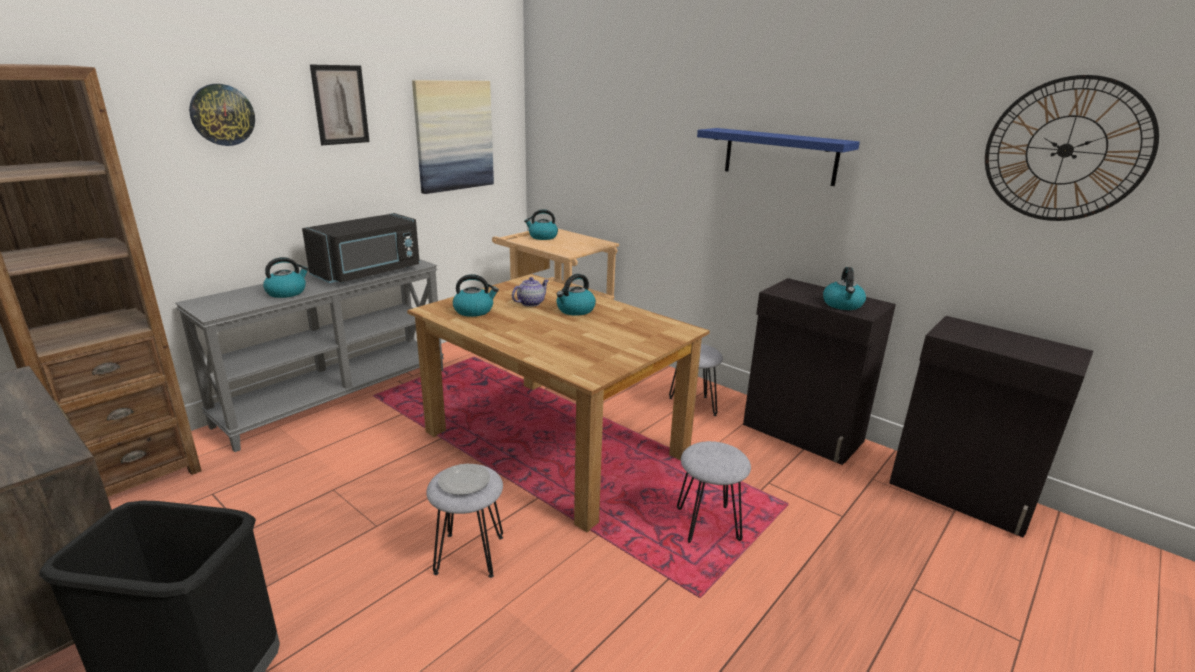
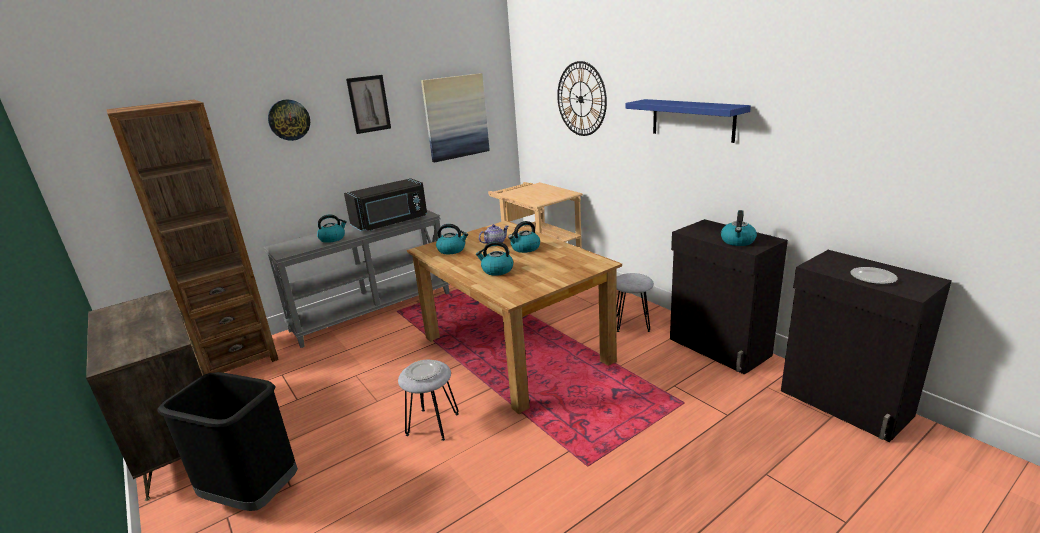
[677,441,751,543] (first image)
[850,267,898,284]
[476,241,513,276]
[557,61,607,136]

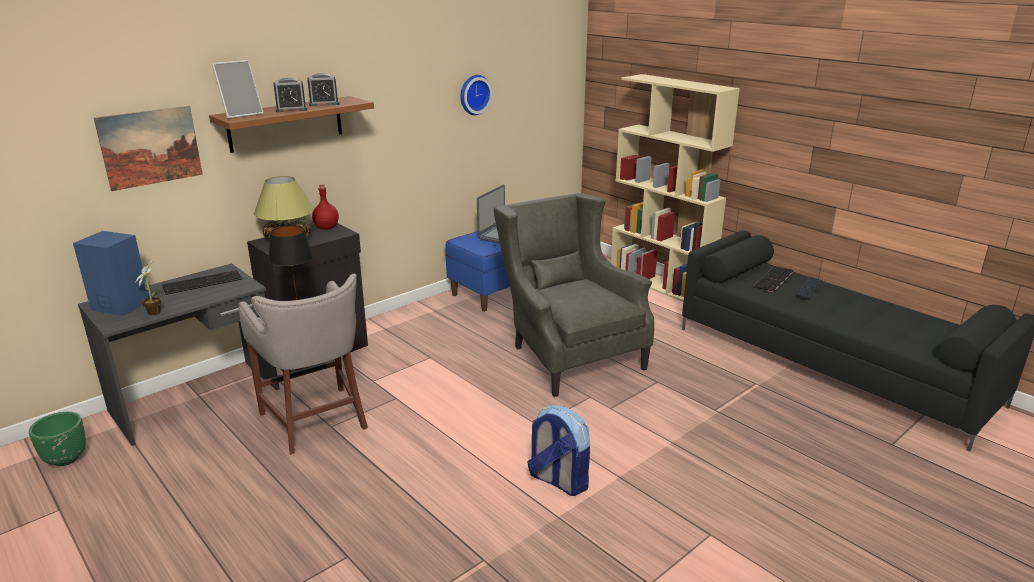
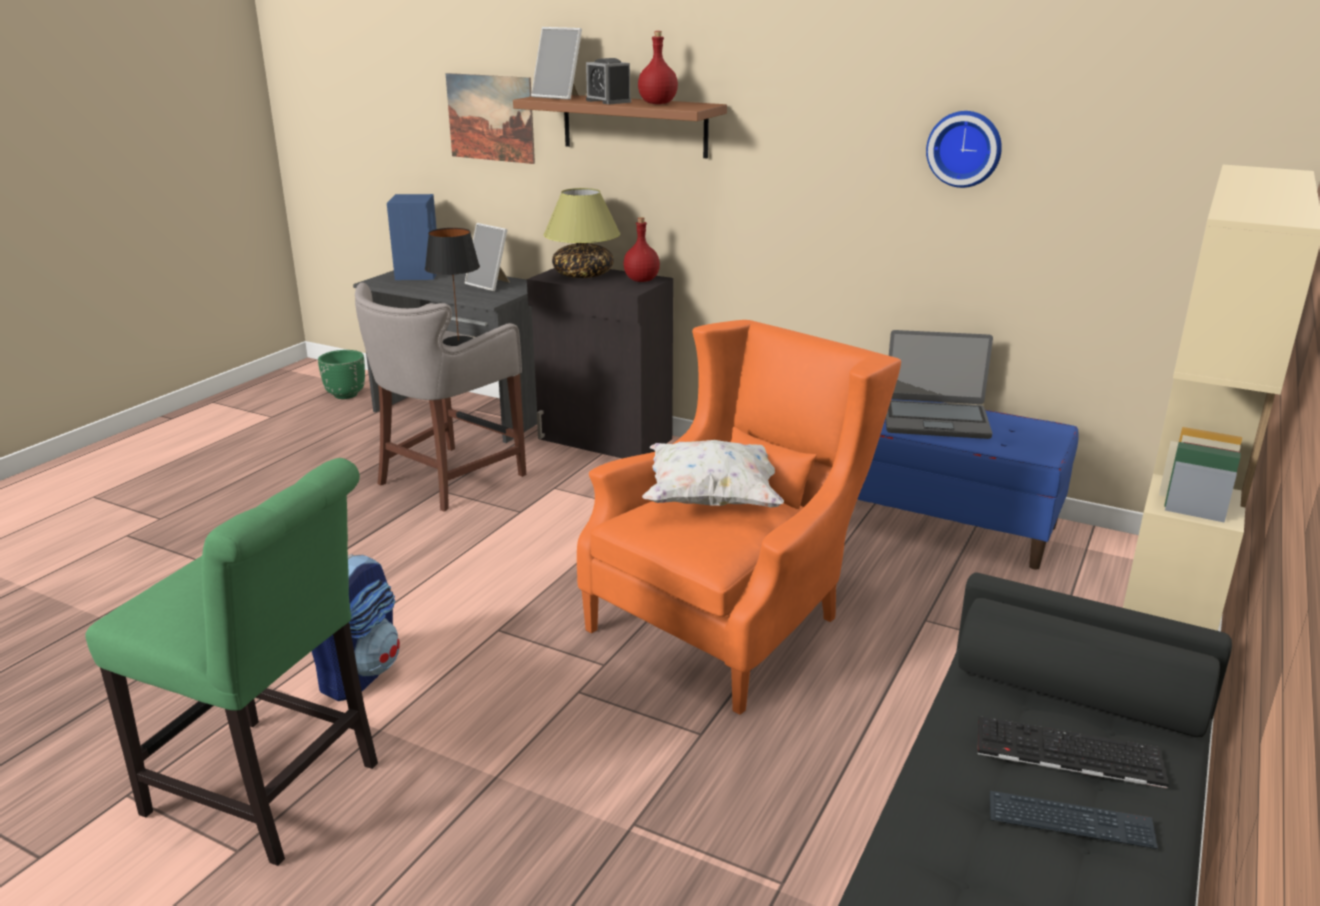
[135,259,161,316] (first image)
[85,458,378,866]
[642,440,784,508]
[465,223,510,291]
[638,31,678,104]
[577,320,901,715]

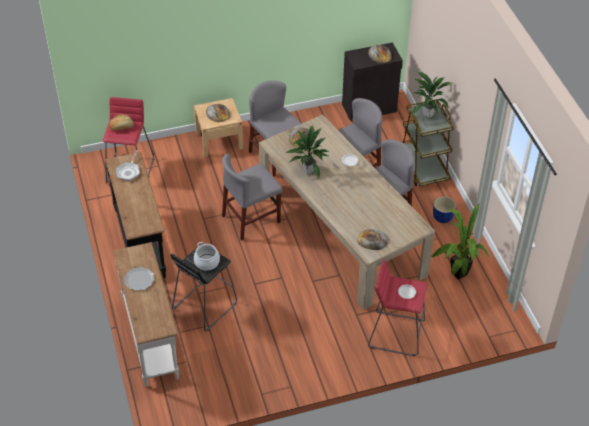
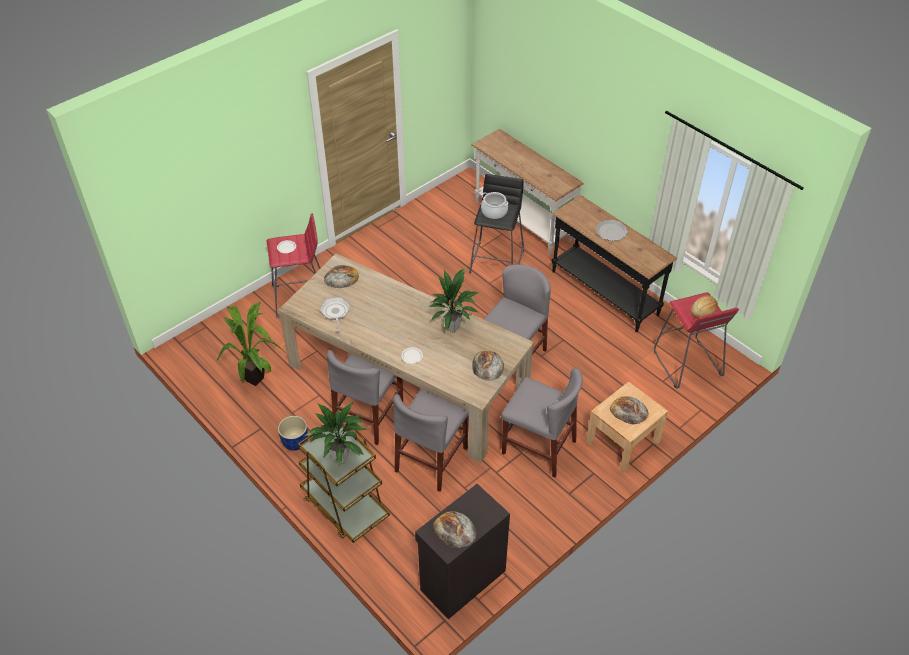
[320,297,351,332]
[596,220,628,241]

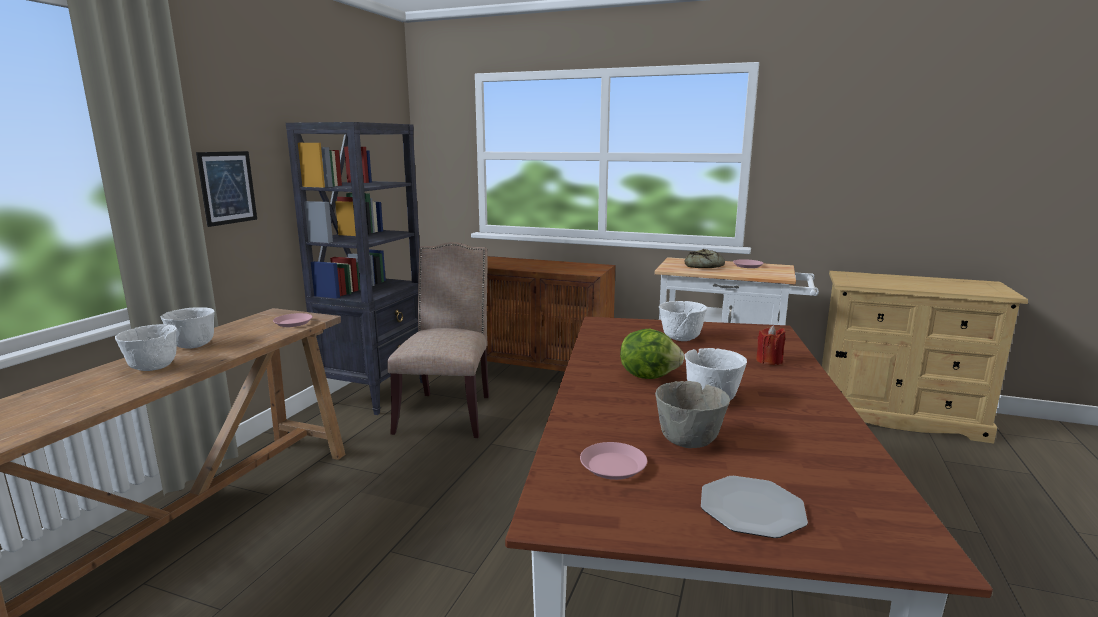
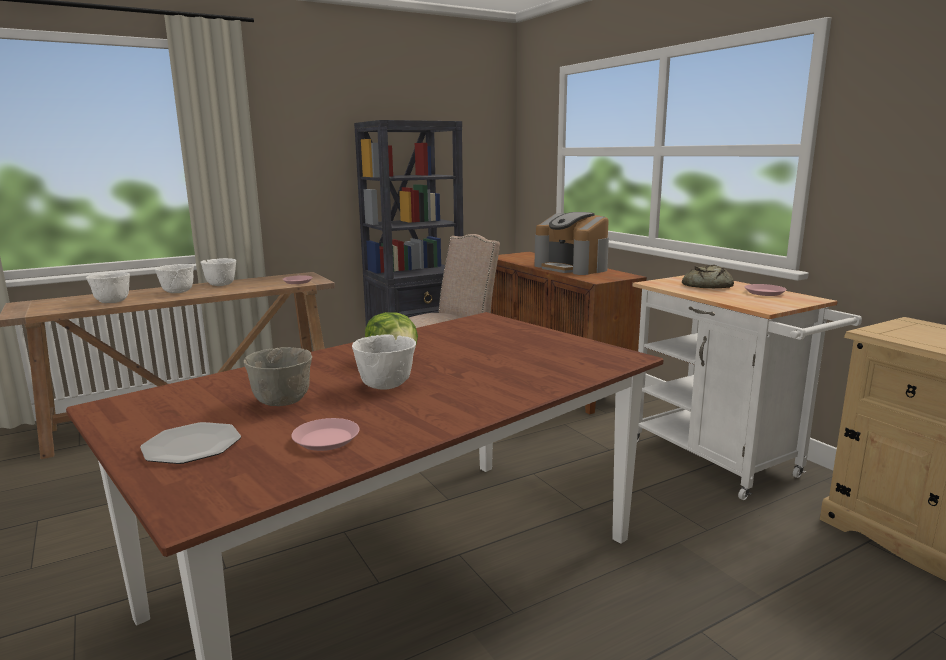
[196,151,257,227] (first image)
[756,325,785,365] (first image)
[535,212,609,275]
[291,418,360,451]
[86,272,130,303]

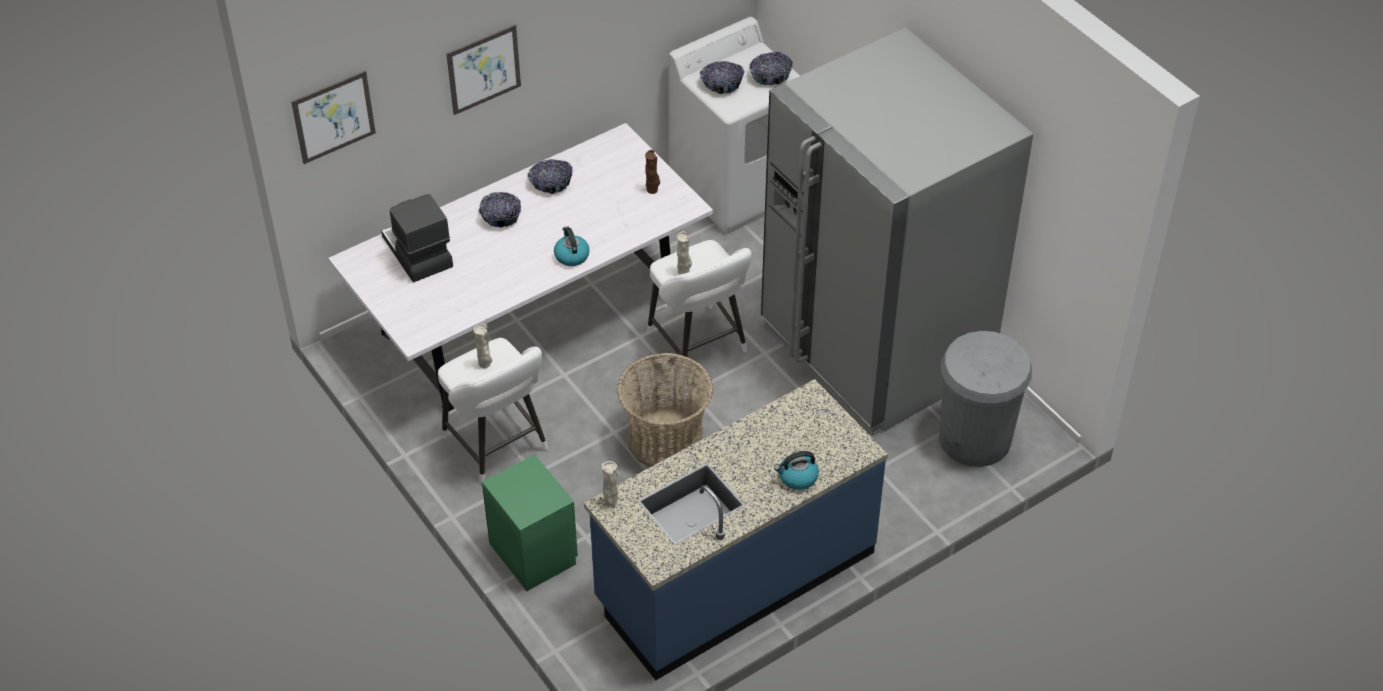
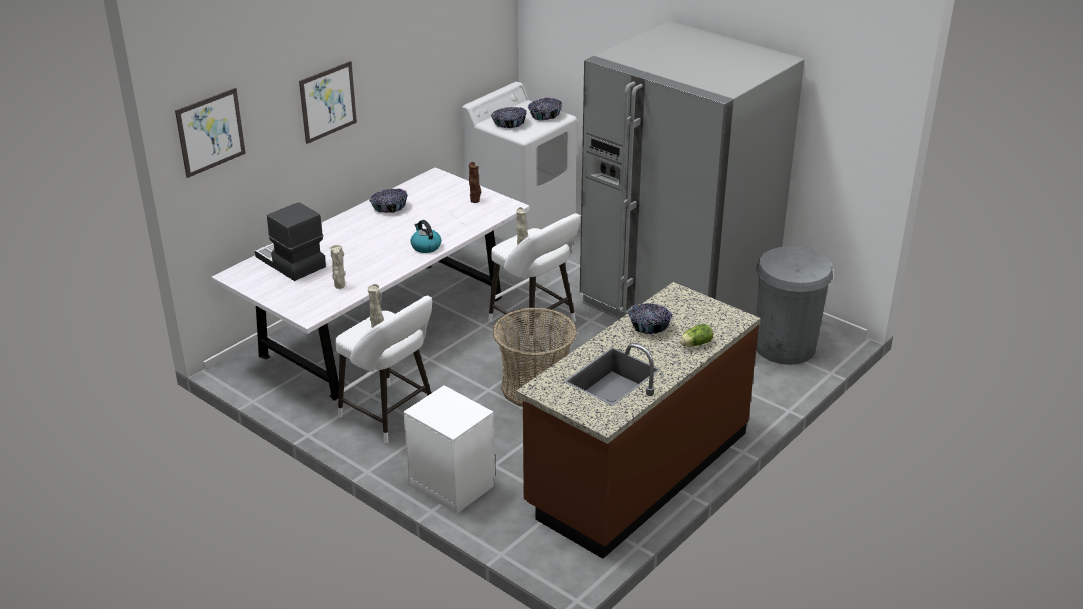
[627,303,673,334]
[330,245,345,289]
[679,324,713,347]
[404,385,495,514]
[516,282,761,559]

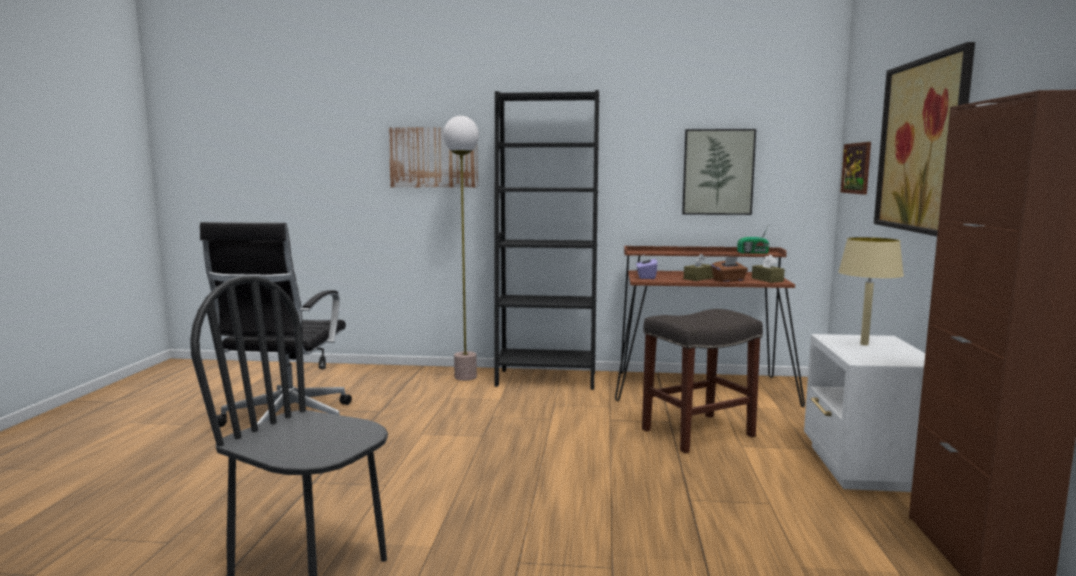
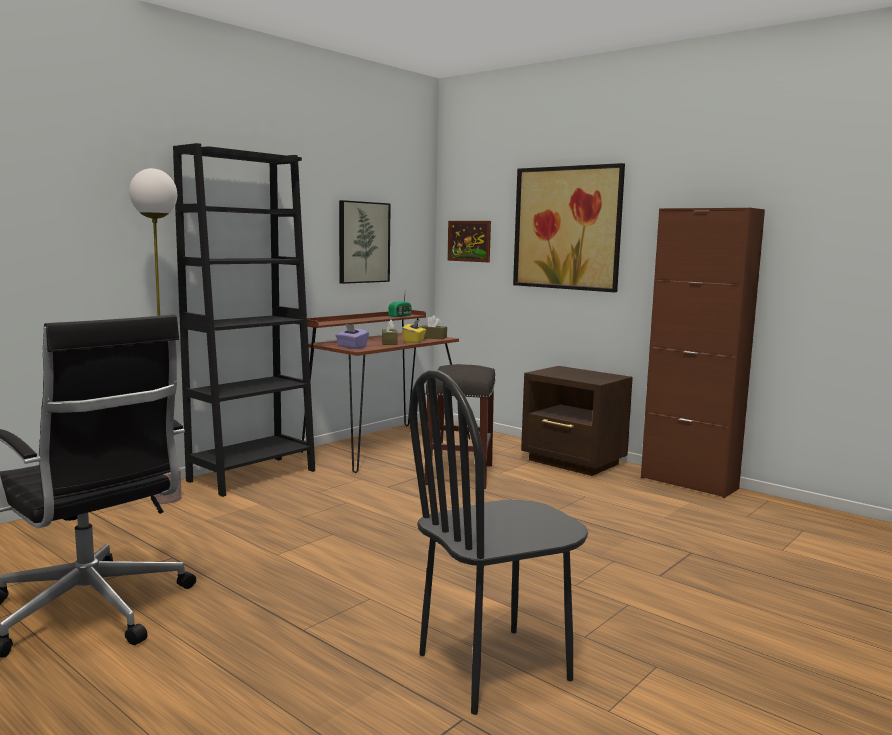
[388,127,478,188] (first image)
[838,237,904,345] (first image)
[402,319,426,343]
[521,366,633,476]

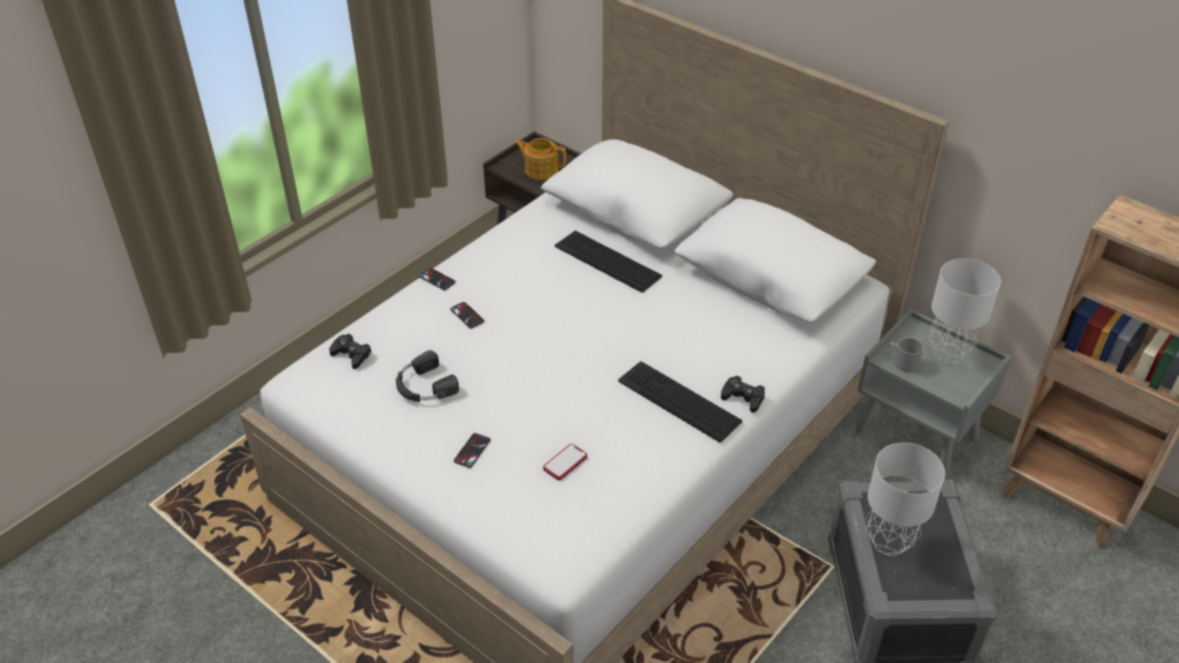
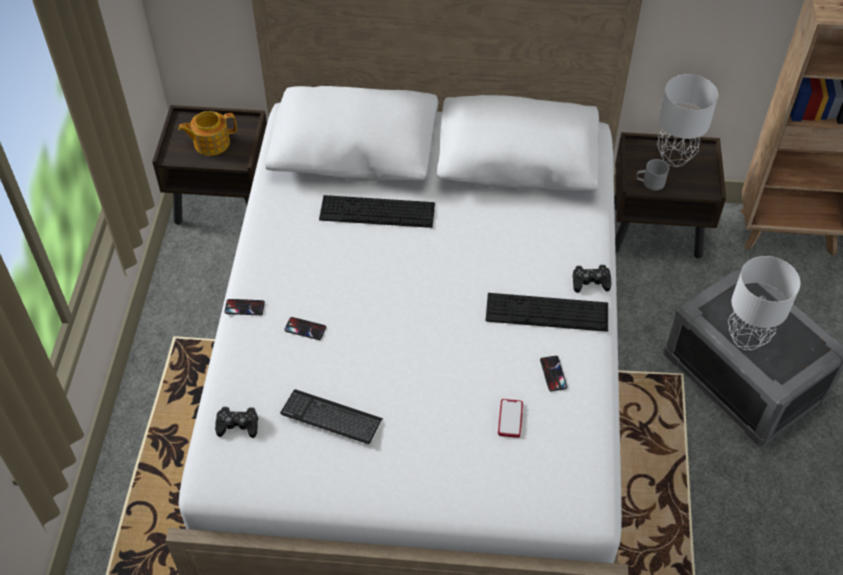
[540,356,567,391]
[280,389,383,444]
[614,132,726,259]

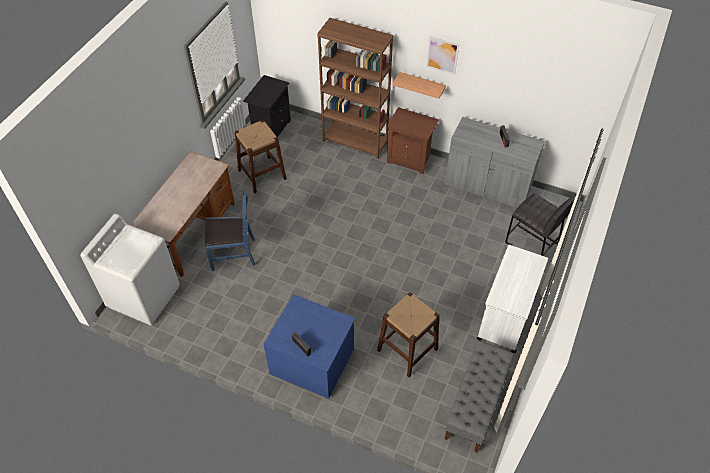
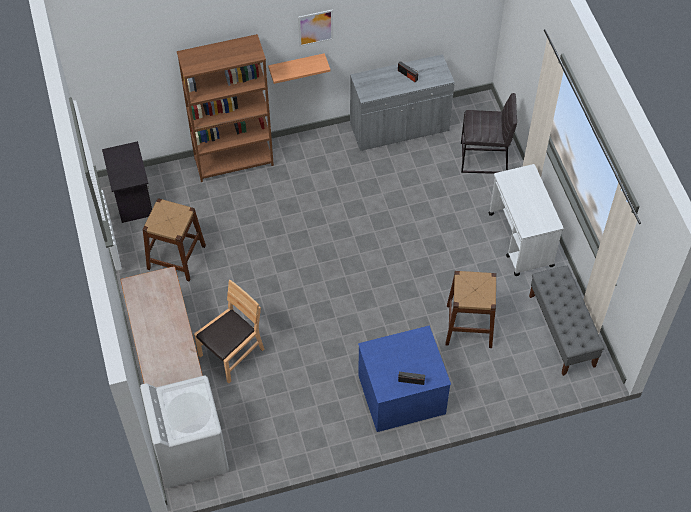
[387,107,439,174] (first image)
[194,280,264,383]

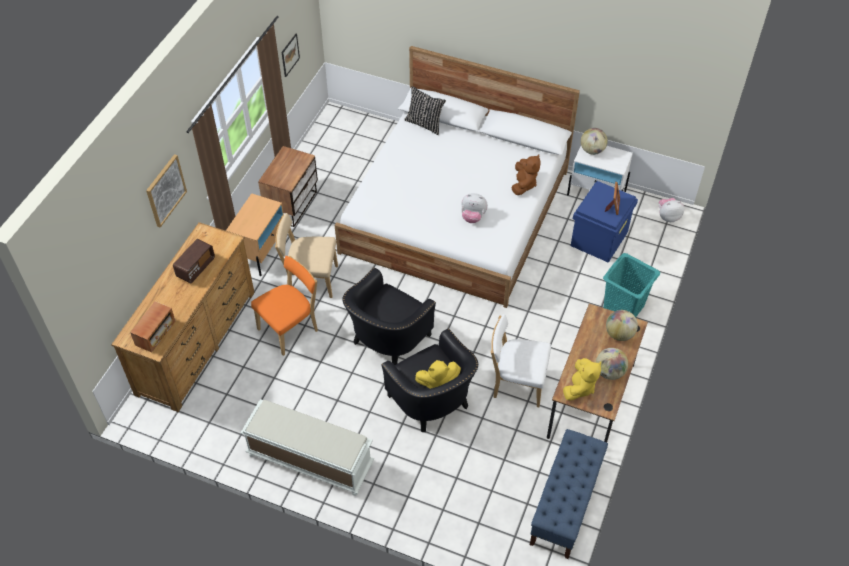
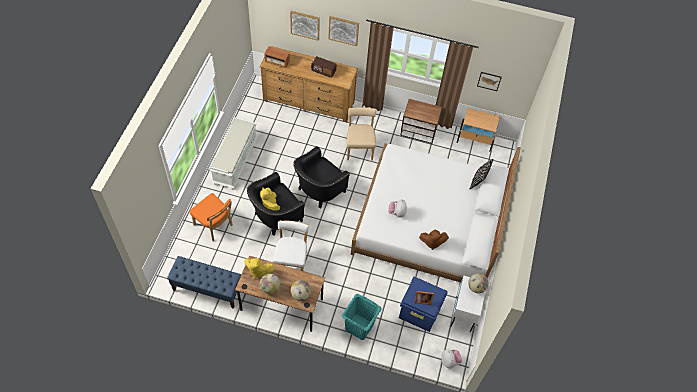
[290,11,320,41]
[457,108,500,151]
[189,193,233,241]
[293,146,350,208]

